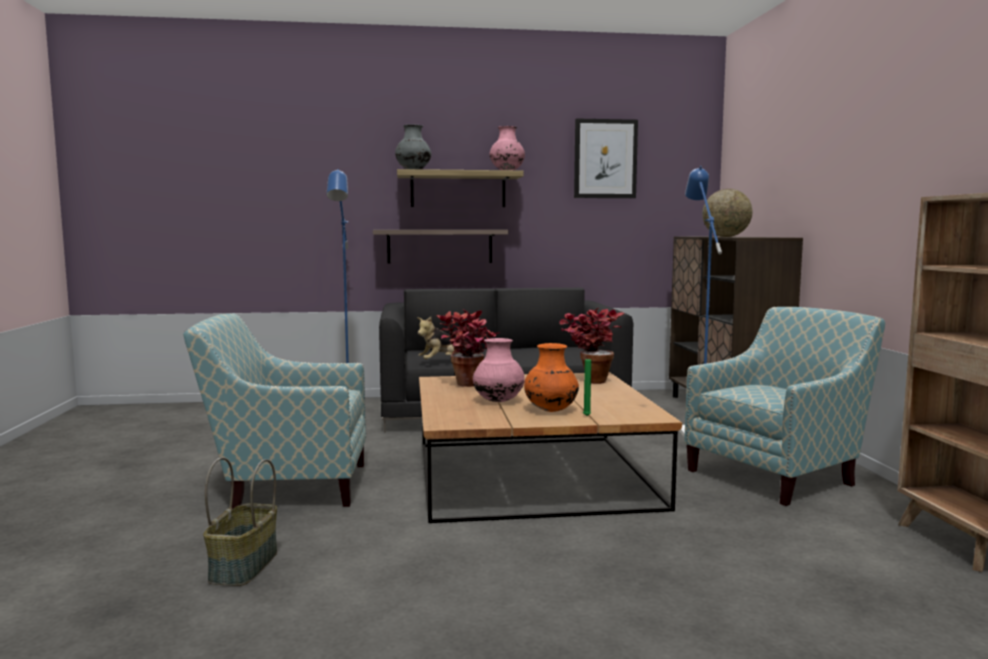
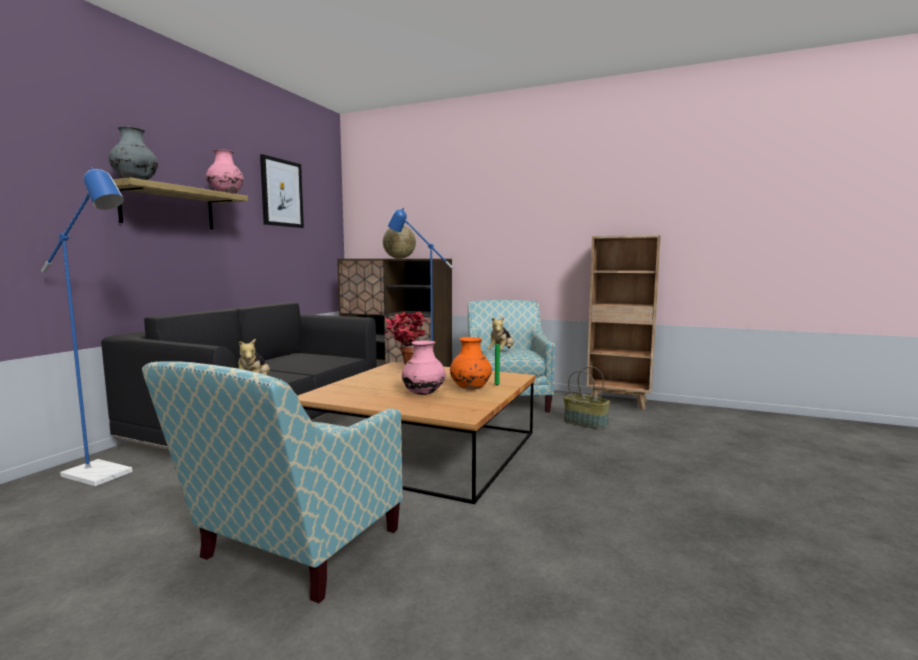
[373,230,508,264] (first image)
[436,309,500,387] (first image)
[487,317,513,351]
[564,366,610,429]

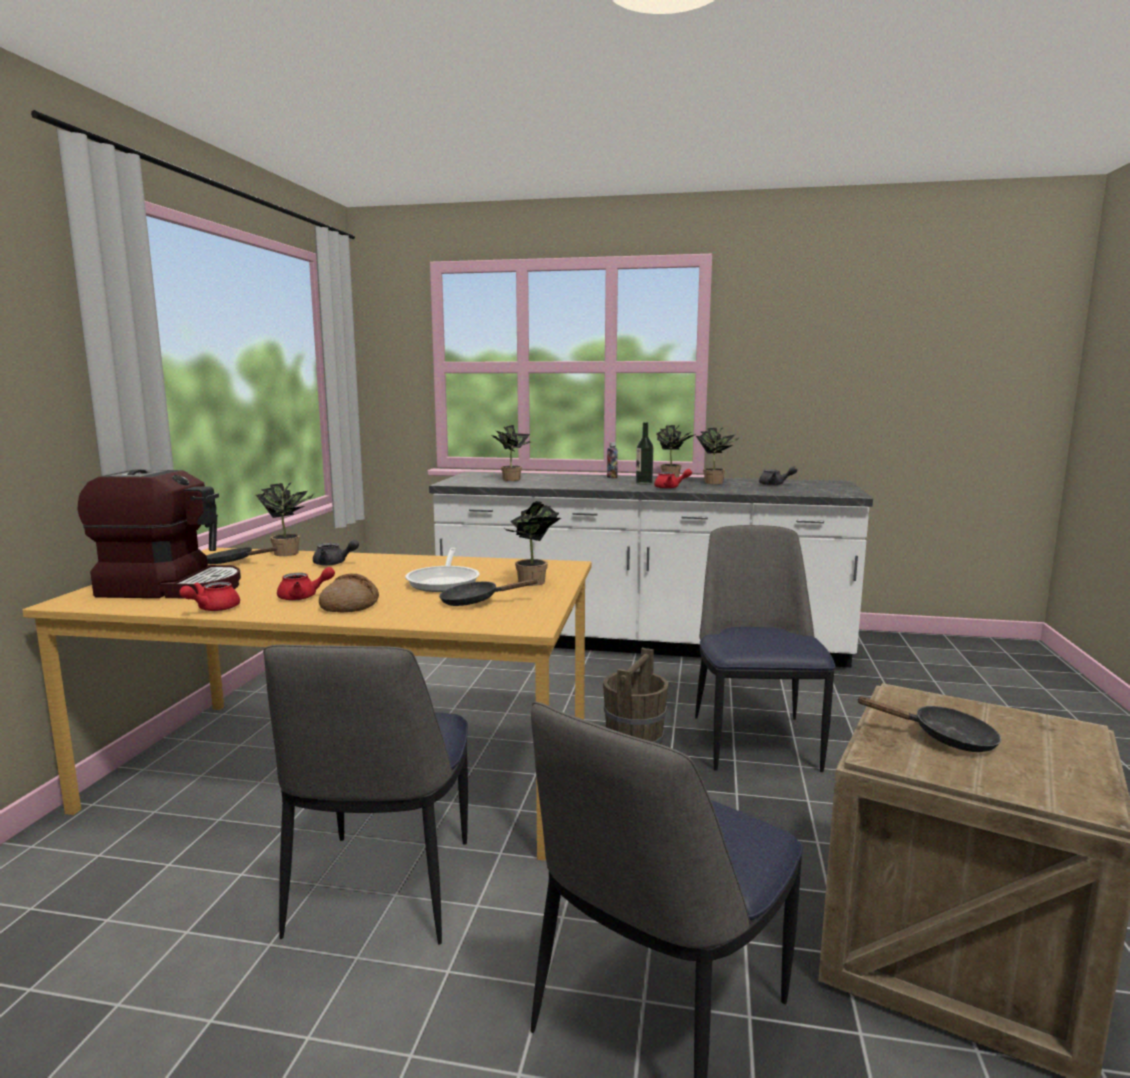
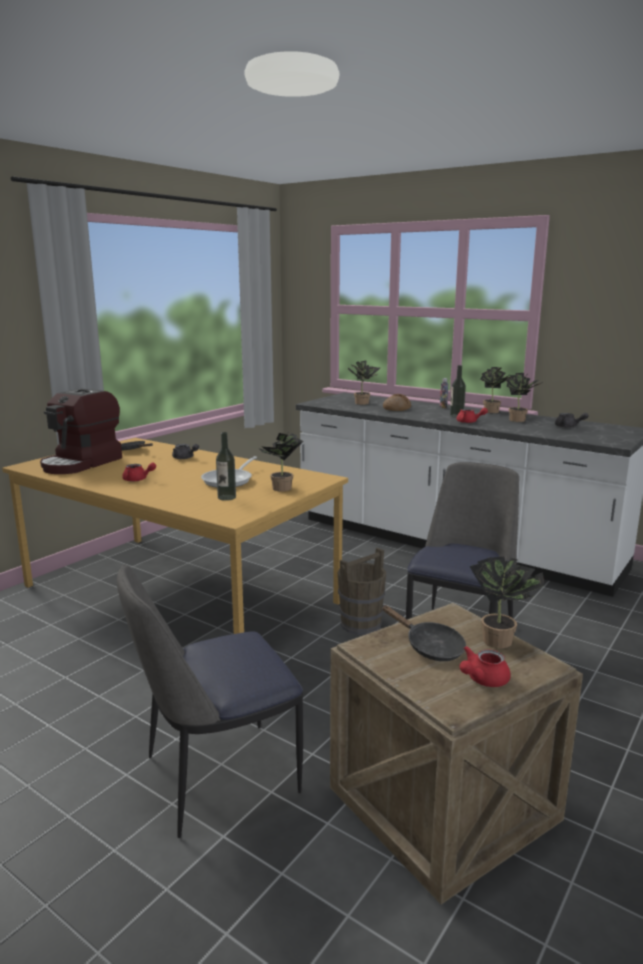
[263,645,468,945] (first image)
[459,646,511,687]
[469,556,544,649]
[383,394,411,411]
[216,432,236,501]
[40,389,122,474]

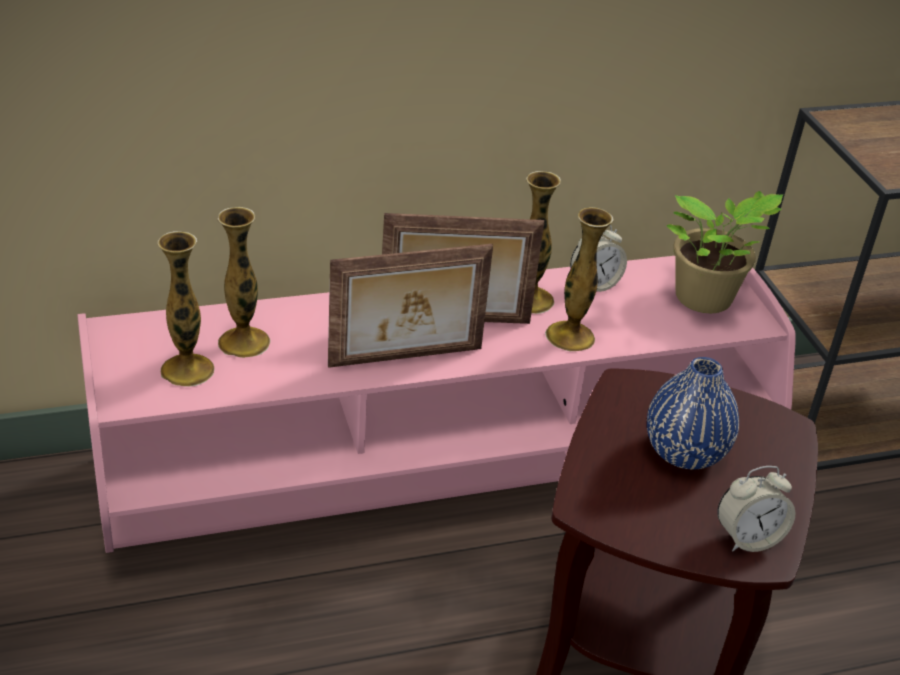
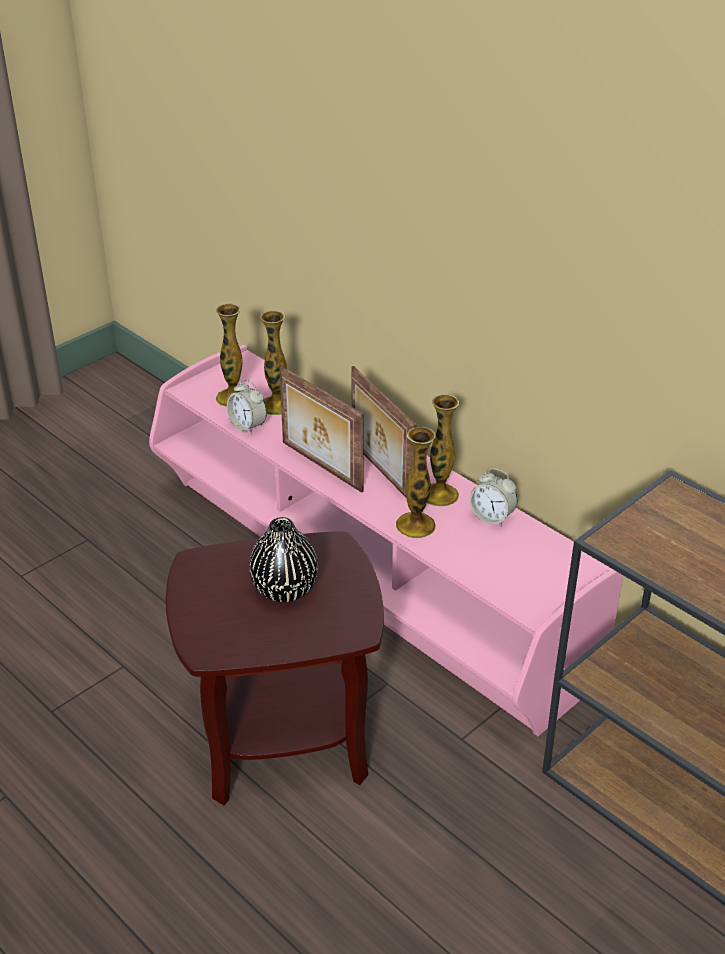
[666,191,783,313] (first image)
[227,379,267,434]
[249,517,318,602]

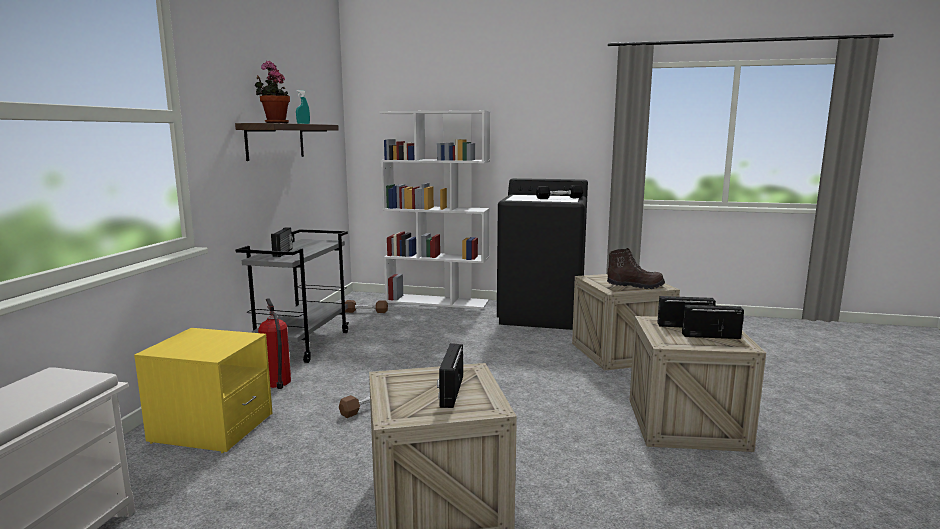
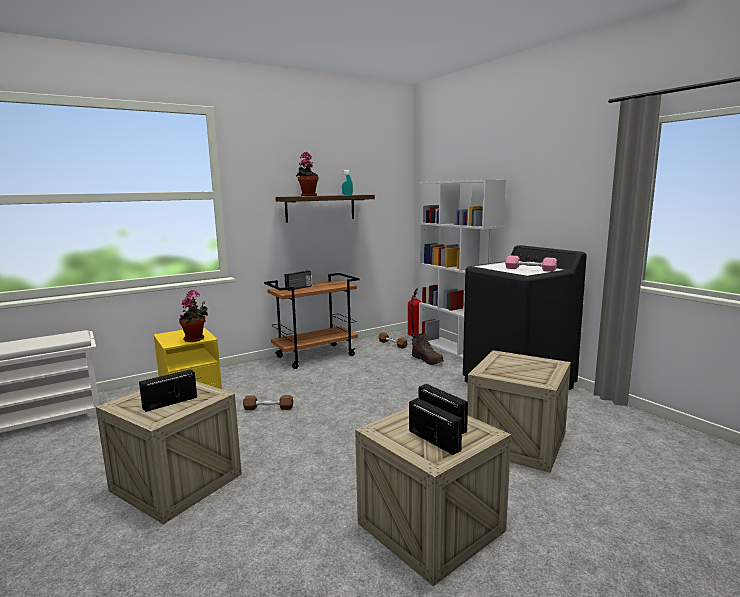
[179,290,208,342]
[408,288,421,337]
[412,334,444,365]
[264,273,360,369]
[505,256,557,272]

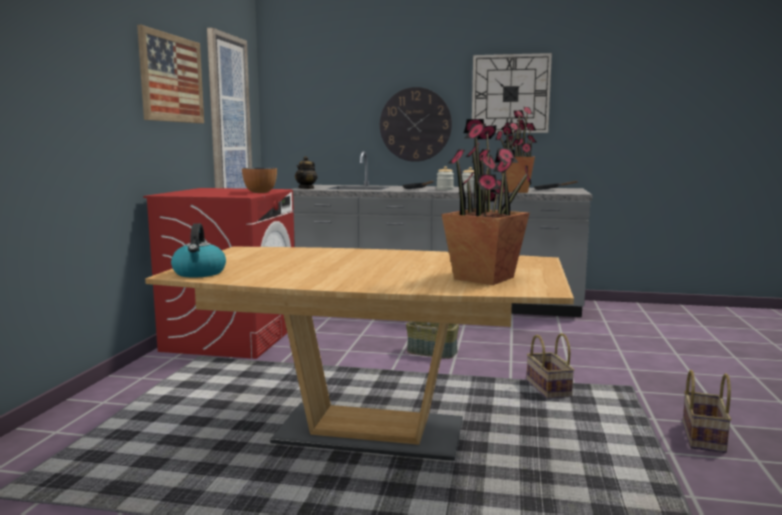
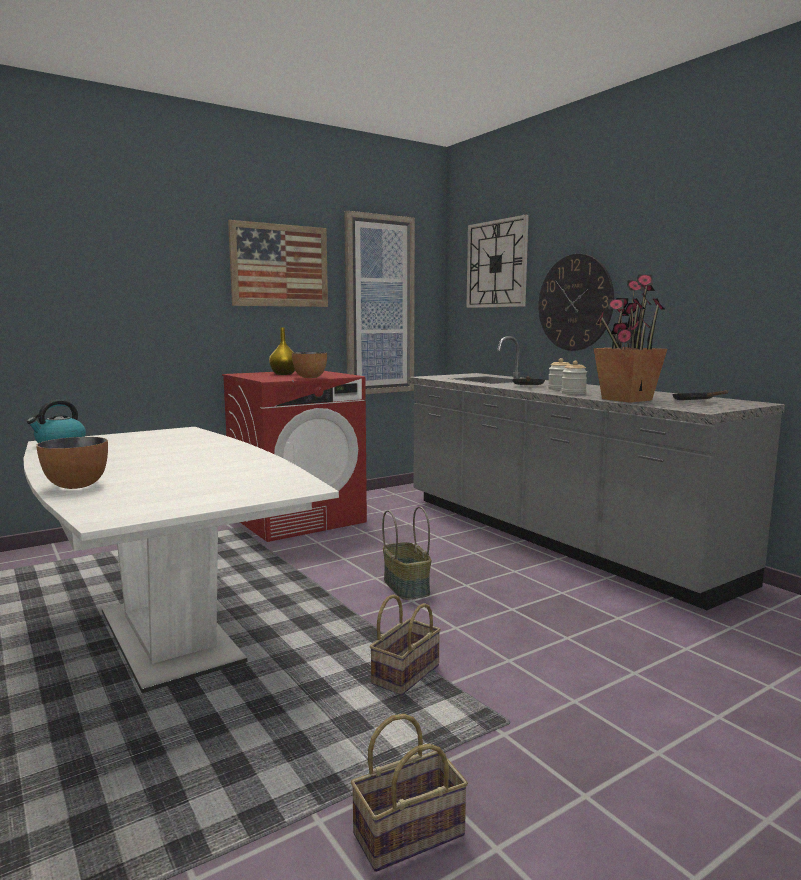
[295,156,317,189] (first image)
[441,119,531,285] (first image)
[36,437,108,489]
[269,328,295,375]
[466,215,529,308]
[23,427,339,693]

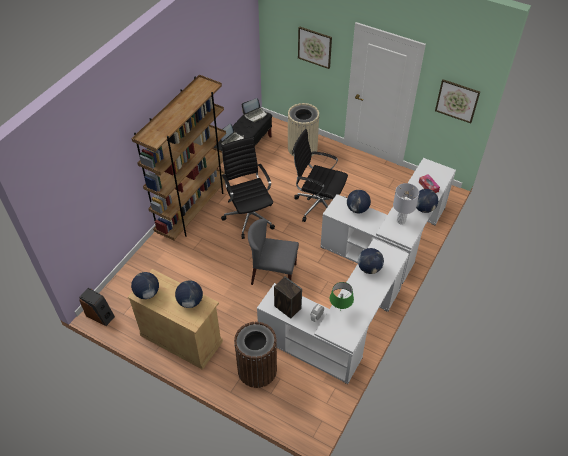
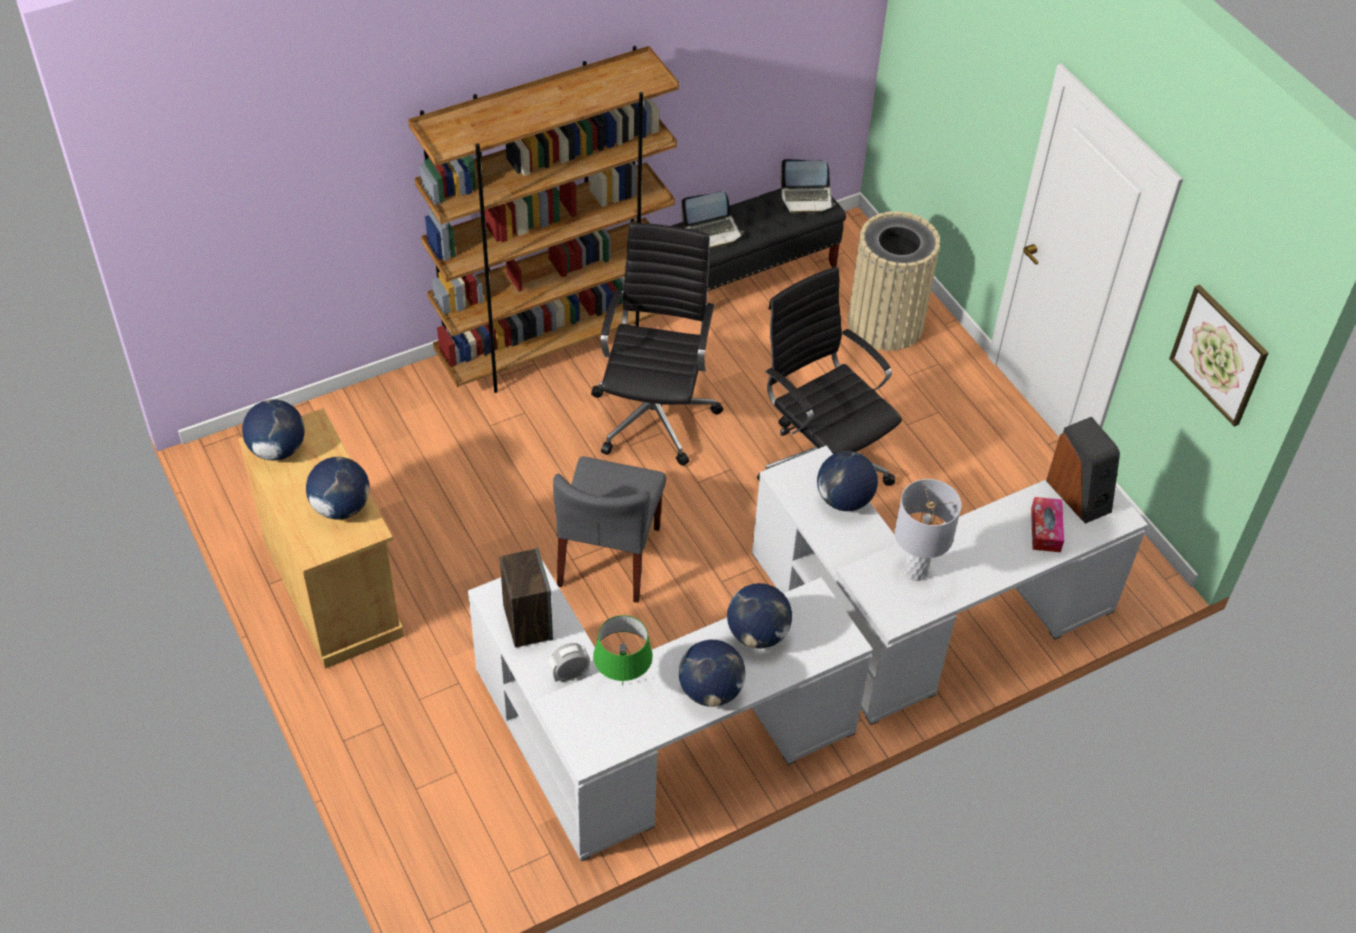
[234,322,277,388] (first image)
[298,26,332,69] (first image)
[1046,417,1120,524]
[679,640,746,707]
[553,457,666,603]

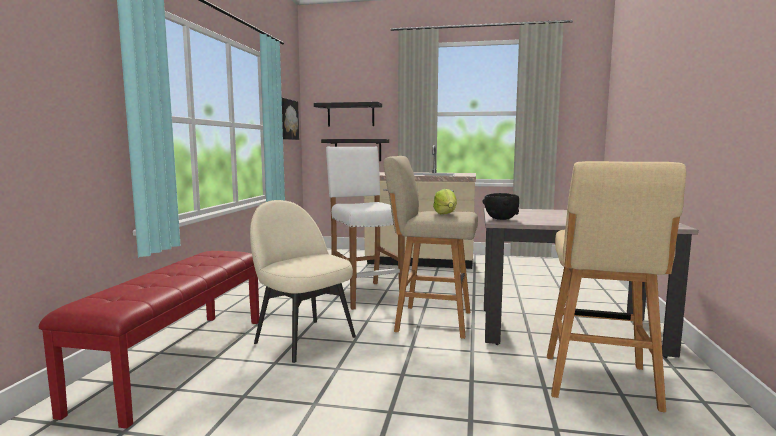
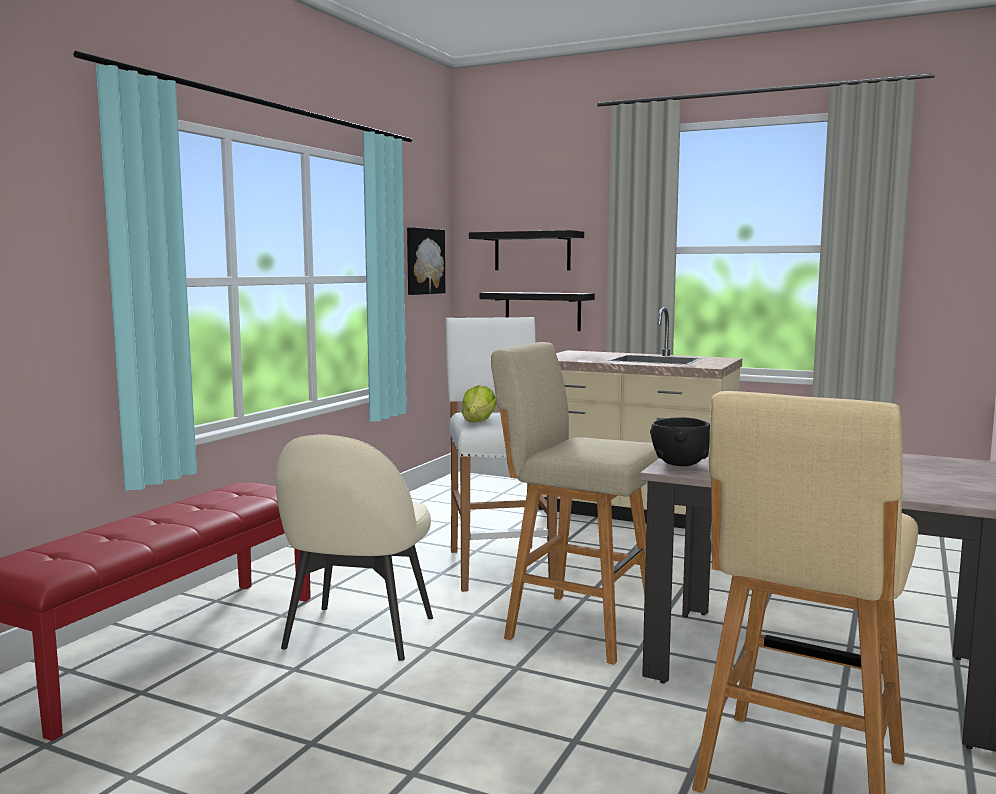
[462,385,497,422]
[276,435,433,661]

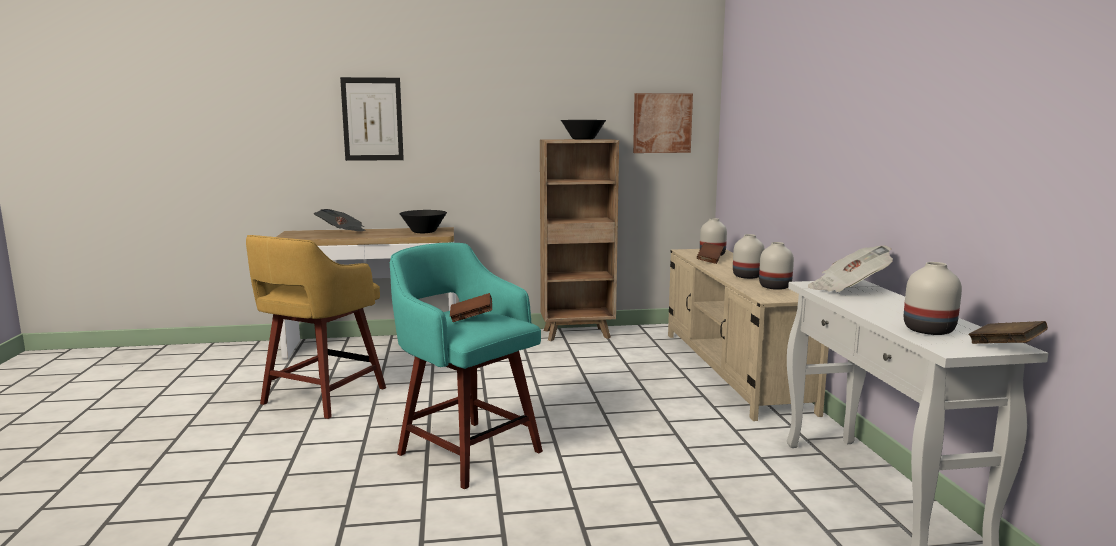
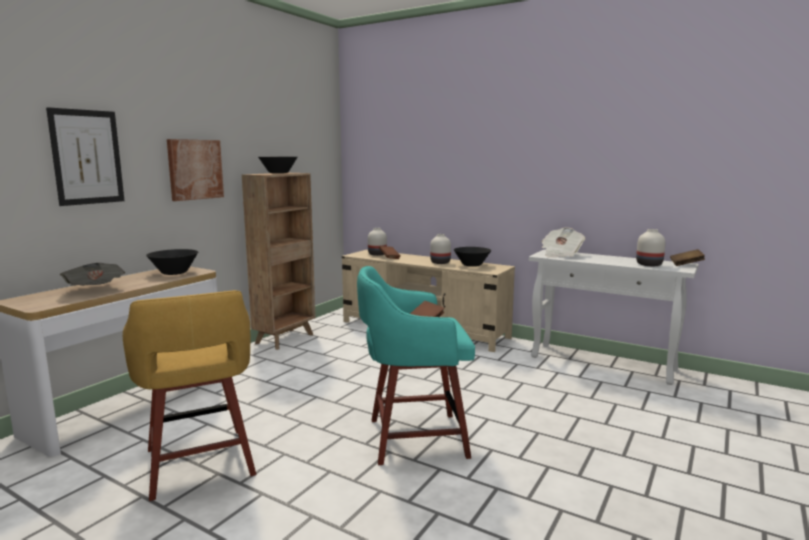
[167,139,224,201]
[454,247,491,267]

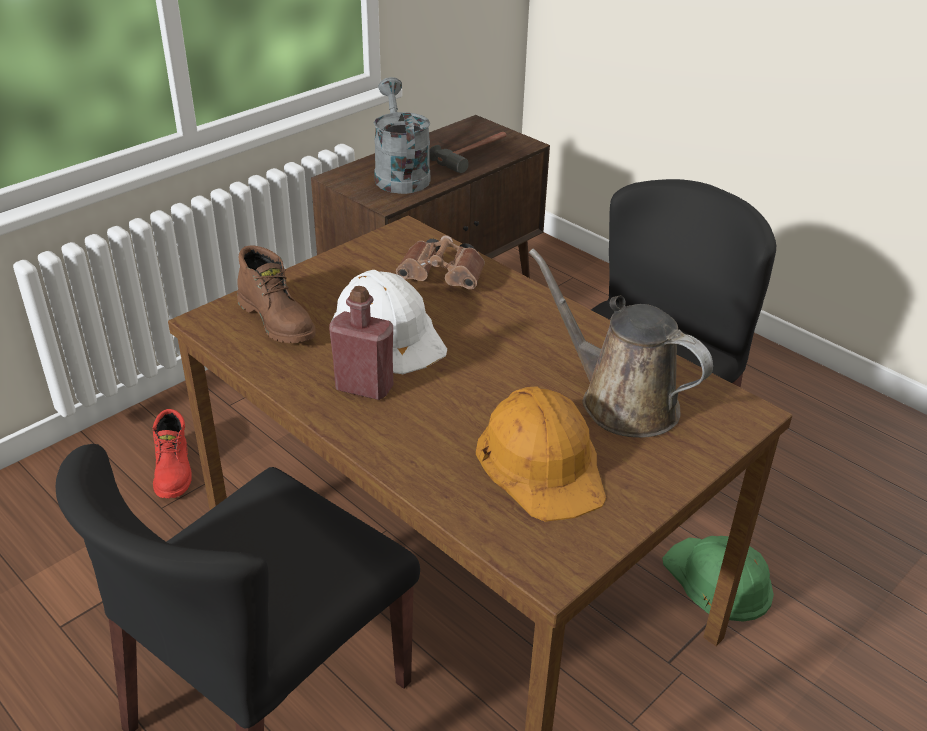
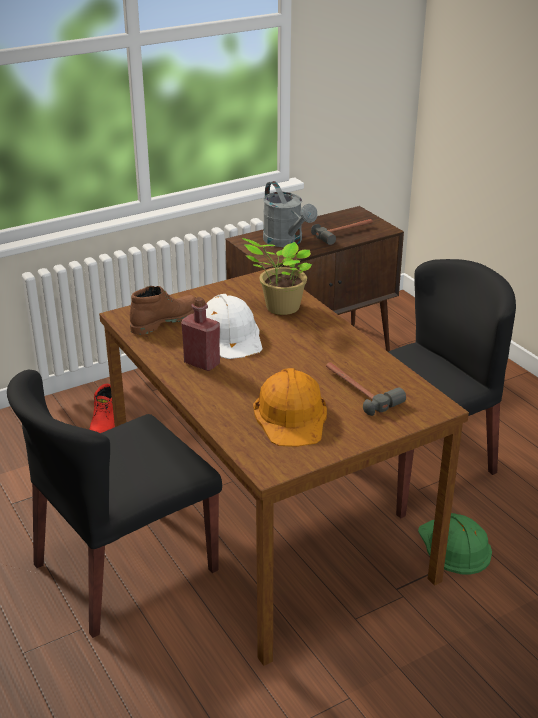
[242,238,312,315]
[326,362,406,416]
[130,286,196,335]
[263,181,317,247]

